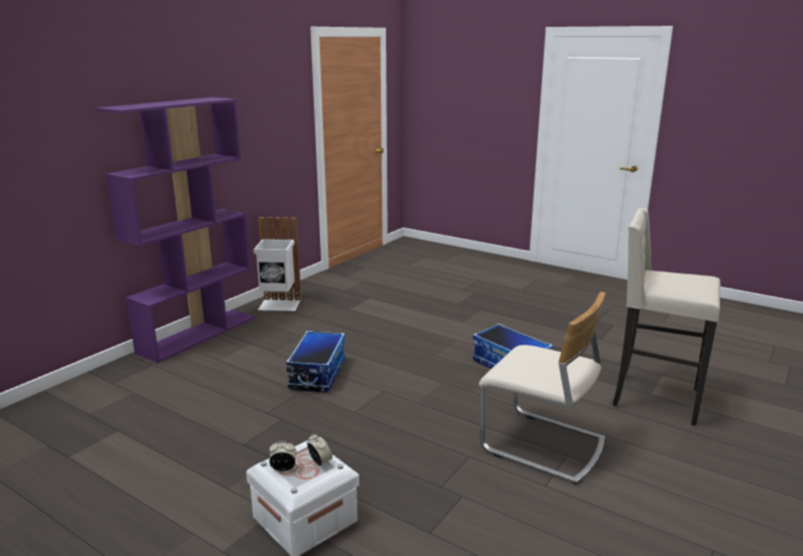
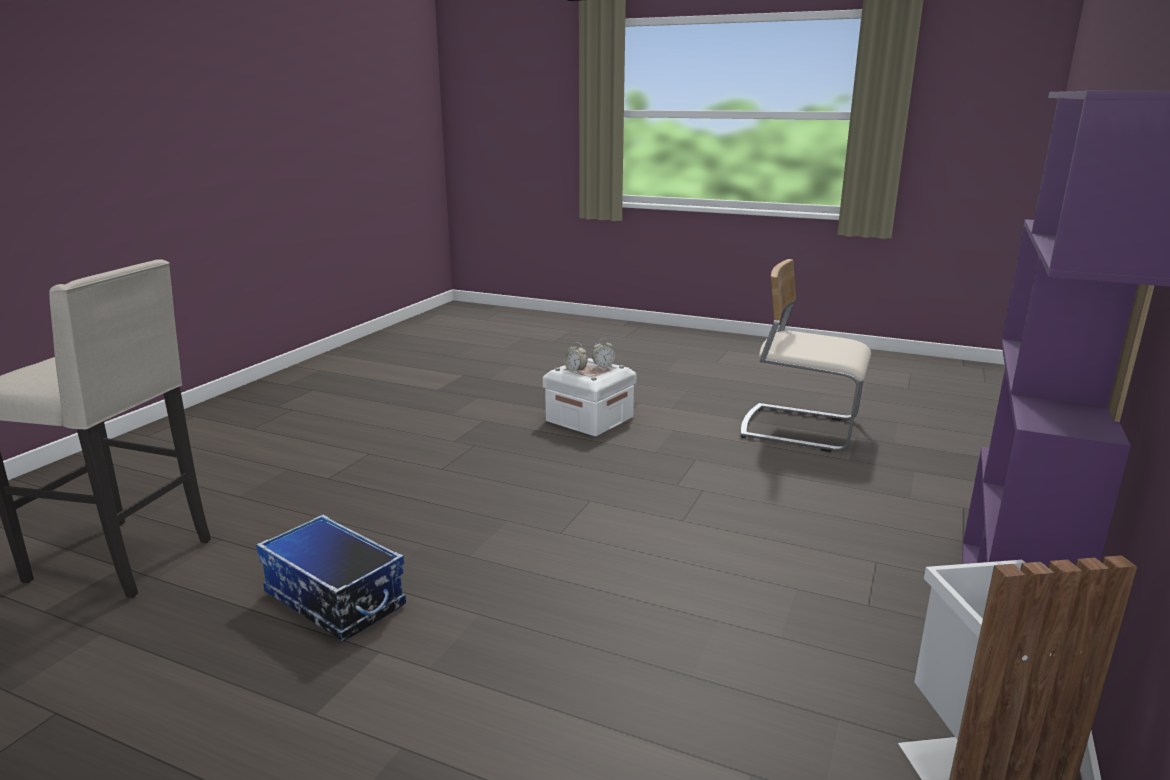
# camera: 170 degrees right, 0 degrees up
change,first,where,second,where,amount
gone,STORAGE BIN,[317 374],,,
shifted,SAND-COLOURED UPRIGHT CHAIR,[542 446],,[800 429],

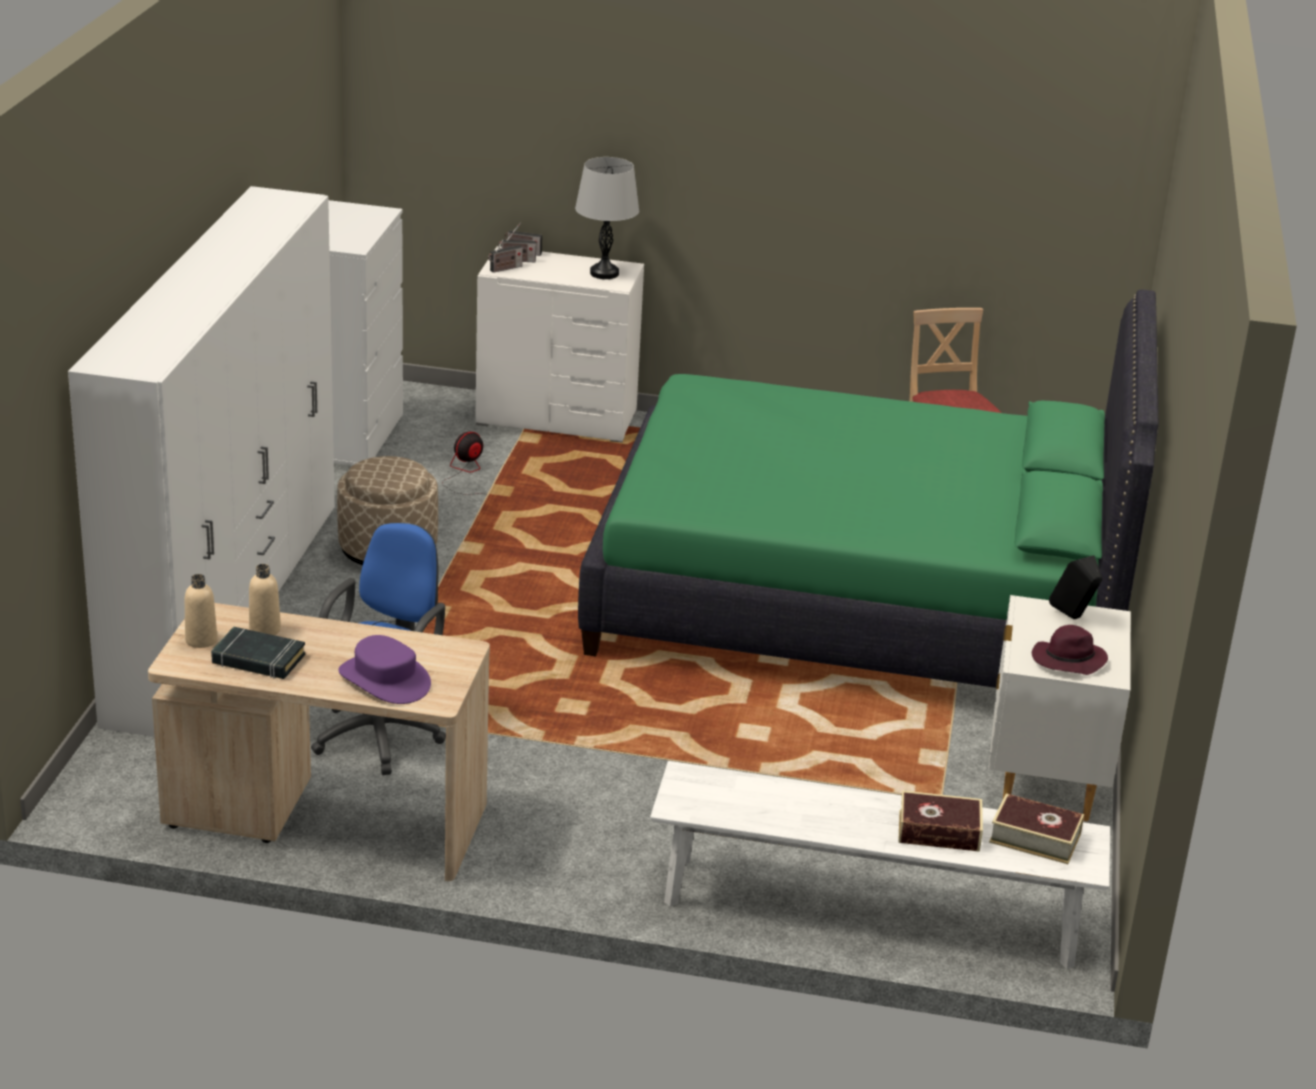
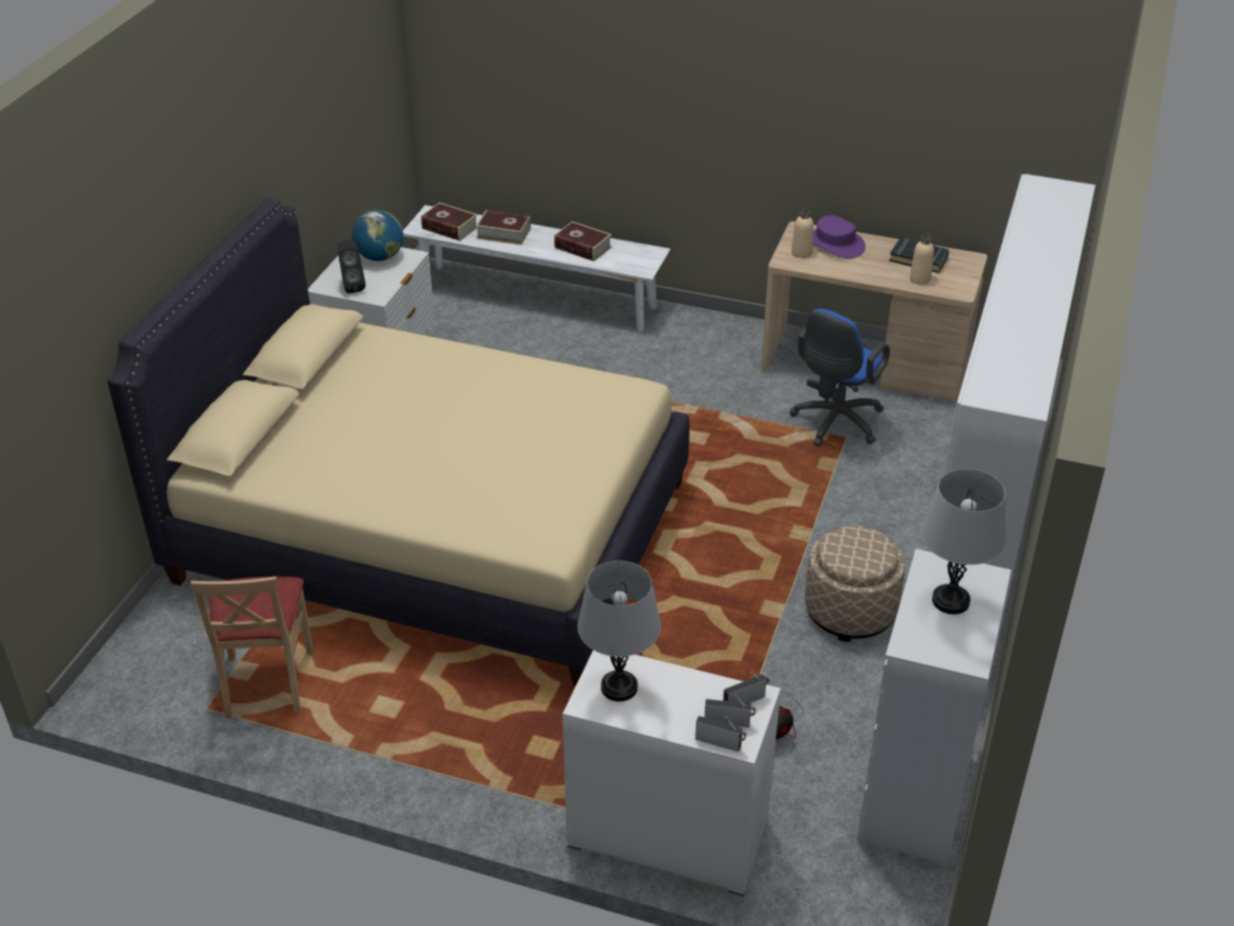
# camera: 170 degrees left, 10 degrees up
change,first,where,second,where,amount
new,,,BOOK,[582 247],
new,,,GREY TABLE LAMP,[950 601],
shifted,SAND-COLOURED BEVERAGE BOTTLE,[201 640],,[801 253],
swapped,PURPLE CLOTHING HAT,[1067 661],WORLD GLOBE,[380 257],
repainted,GREENISH BED,[858 601],SAND-COLOURED BED,[432 532],

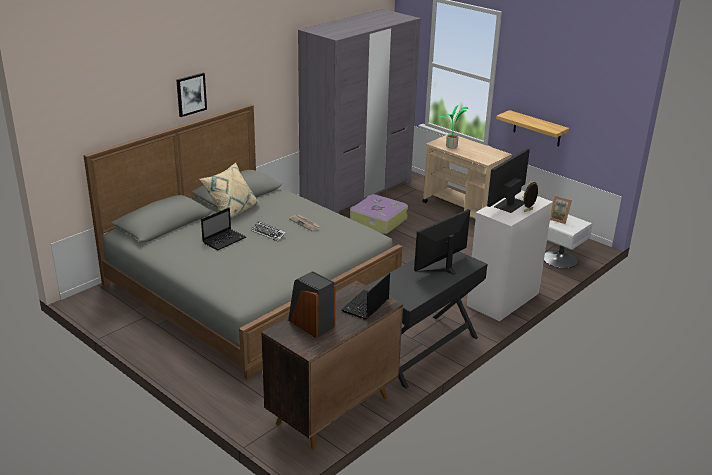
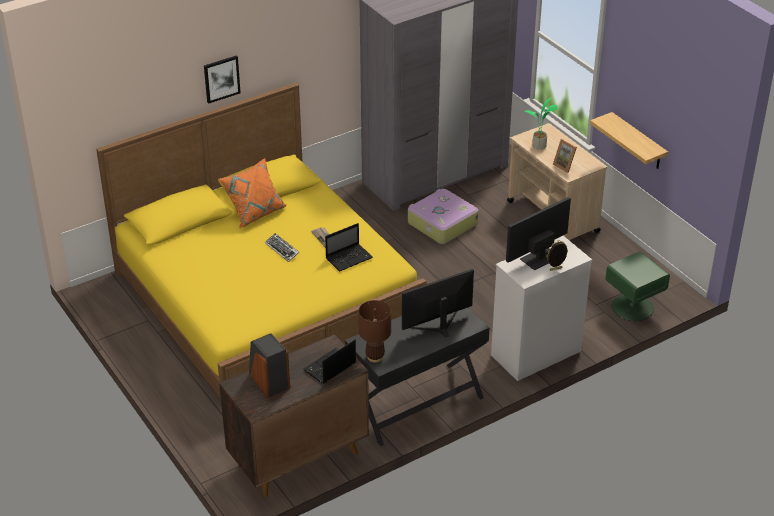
# camera: 15 degrees right, 10 degrees up
change,first,where,second,where,amount
new,,,BROWN TABLE LAMP,[375 357],
shifted,LAPTOP,[225 240],,[349 258],
shifted,STANDING FRAME,[559 219],,[565 165],
repainted,GREY BED,[250 287],YELLOW BED,[266 298],
repainted,SAND-COLOURED CUSHION,[232 211],ORANGE CUSHION,[255 212],
repainted,WHITE-COLOURED BEDSIDE TABLE,[560 259],GREENISH BEDSIDE TABLE,[633 307],

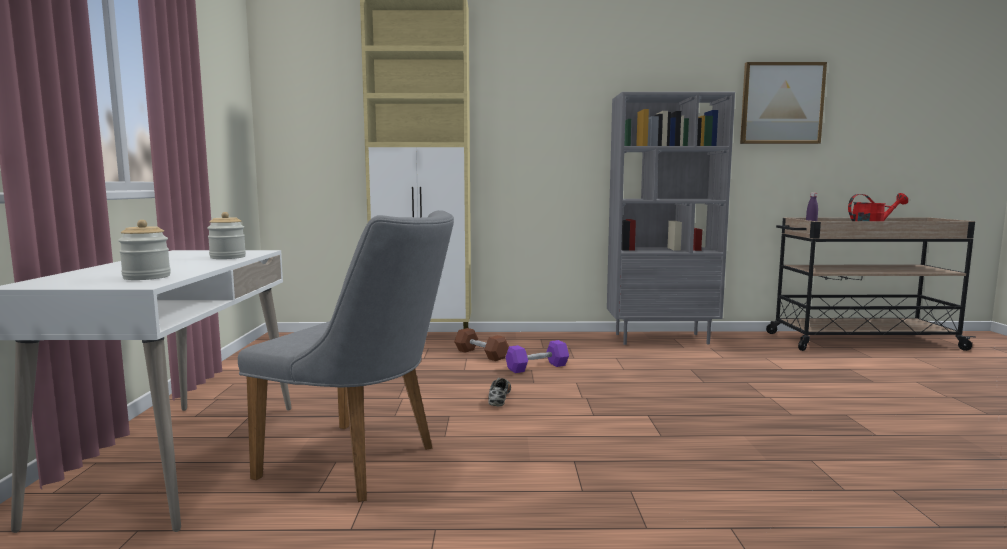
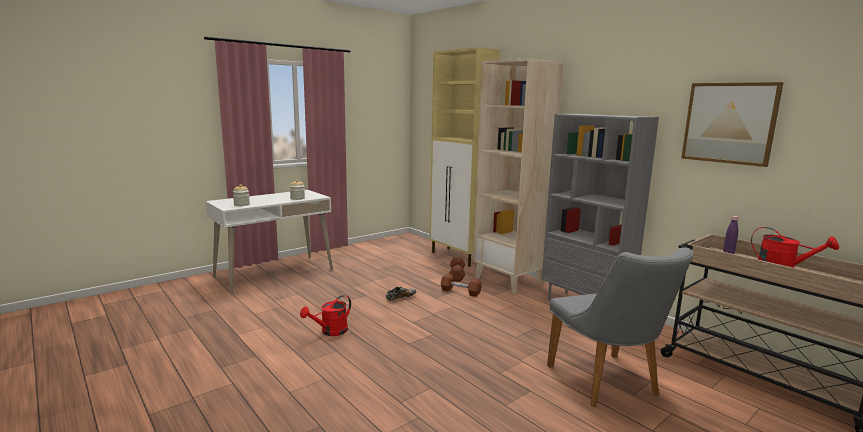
# camera: 50 degrees right, 5 degrees up
change,first,where,second,where,amount
new,,,RED SPRINKLING CAN,[330 332],
new,,,SAND-COLOURED BOOKCASE,[509 280],
shifted,GREY UPRIGHT CHAIR,[363 463],,[608 385],
repainted,PURPLE HAND WEIGHT,[537 367],BROWN HAND WEIGHT,[460 292],

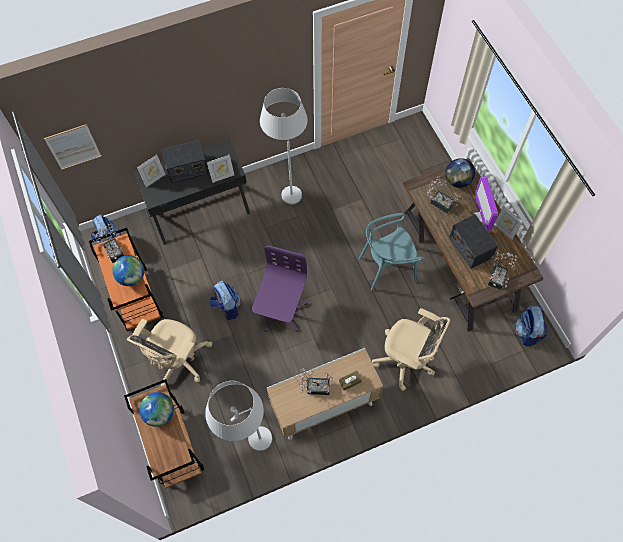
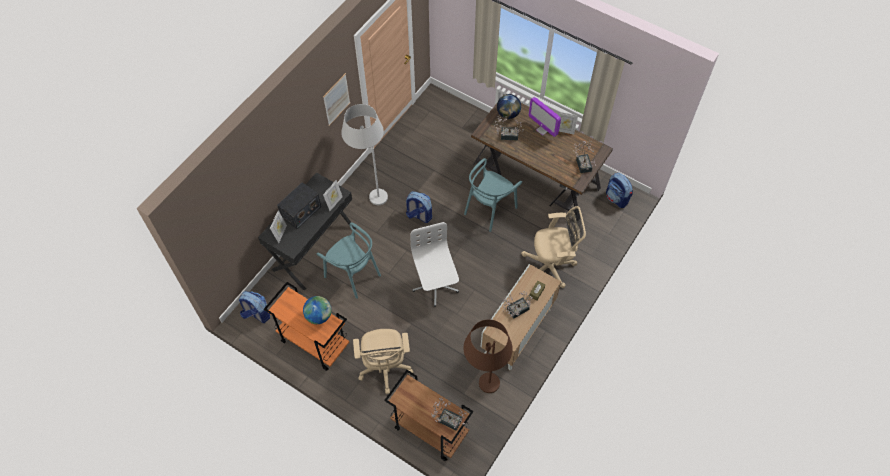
# camera: 35 degrees left, 5 degrees down
change,first,where,second,where,amount
gone,WORLD GLOBE,[160 413],,,
gone,RADIO SET,[470 247],,,
new,,,TURQUOISE-COLOURED UPRIGHT CHAIR,[353 274],
shifted,WALL PICTURE,[73 147],,[336 99],
shifted,HOUSEPLANT,[113 249],,[447 419],
shifted,BACKPACK,[227 307],,[419 215],
repainted,WHITE-COLOURED FLOOR LAMP,[247 444],BROWN FLOOR LAMP,[483 392],
repainted,PURPLE DESK CHAIR,[280 311],WHITE-COLOURED DESK CHAIR,[435 285],

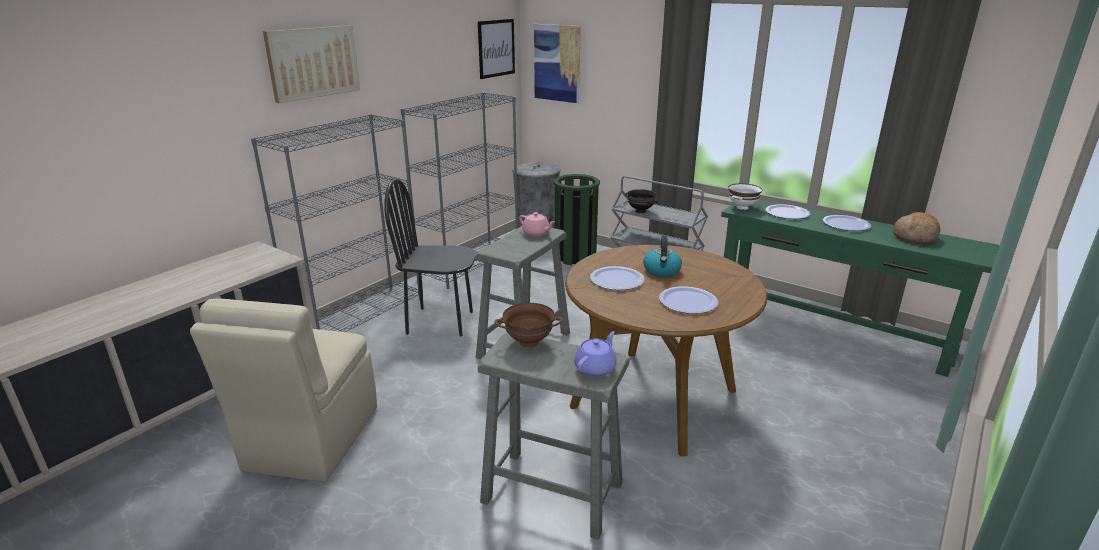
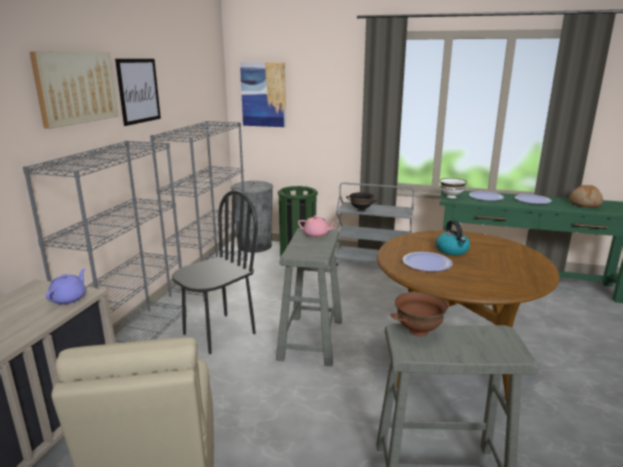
# camera: 20 degrees left, 5 degrees down
change,first,where,second,where,amount
gone,FLAT DISH,[688 302],,,
shifted,WALL PICTURE,[496 48],,[138 91],
shifted,PURPLE POT FOR TEA,[595 368],,[69 298],
rotated,BLACK-COLOURED UPRIGHT CHAIR,[440 322],,[219 333],150 degrees clockwise

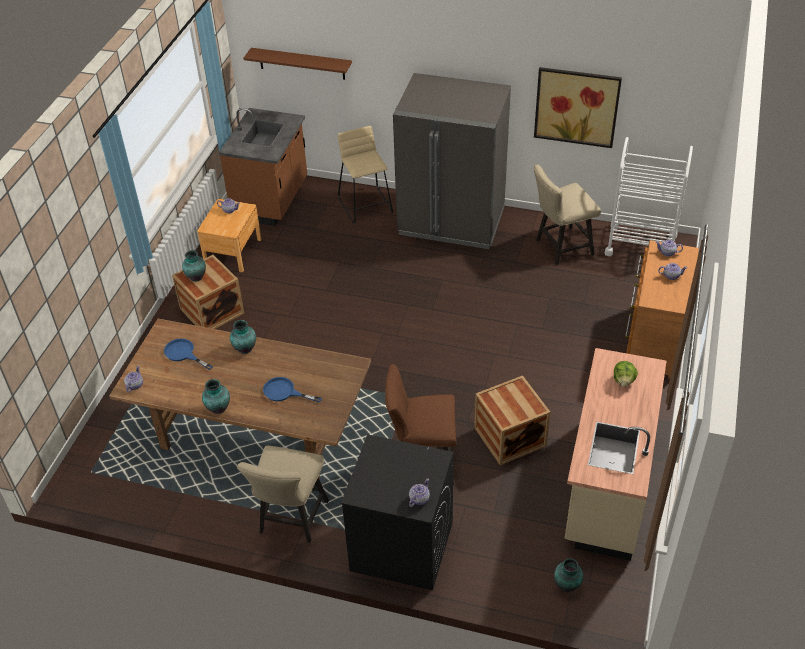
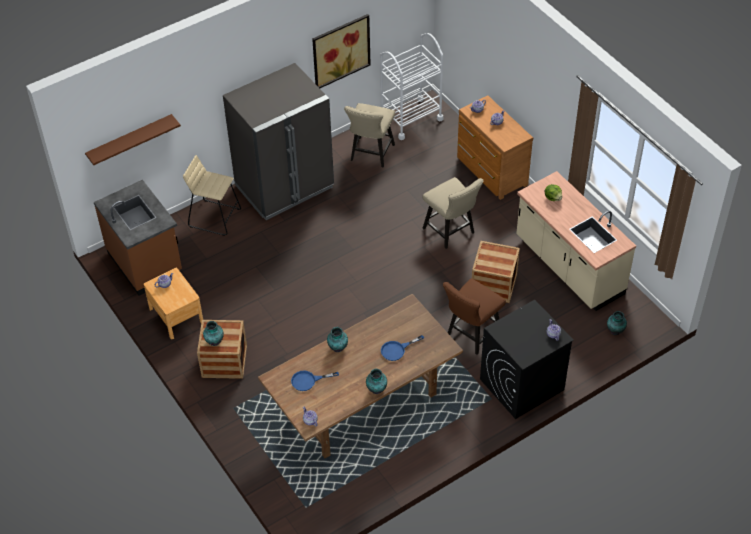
# camera: 50 degrees left, 5 degrees up
change,first,where,second,where,amount
shifted,SAND-COLOURED UPRIGHT CHAIR,[291 521],,[451 232],

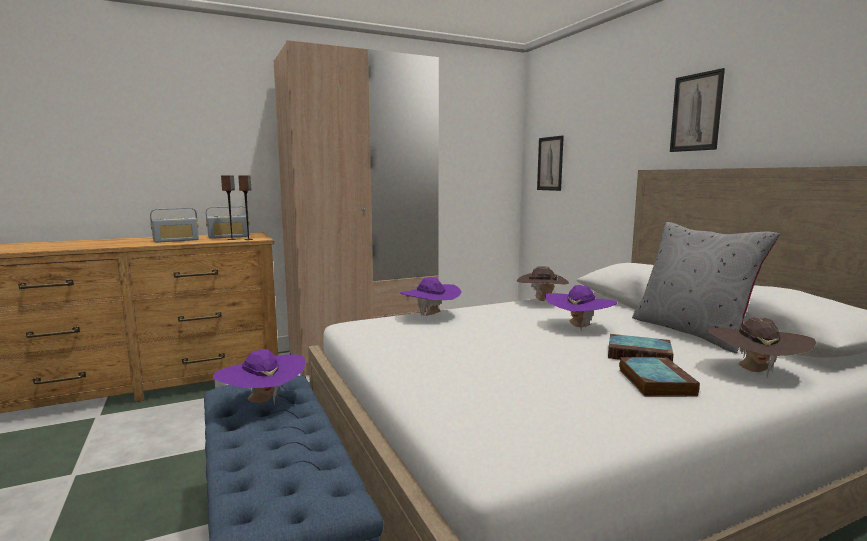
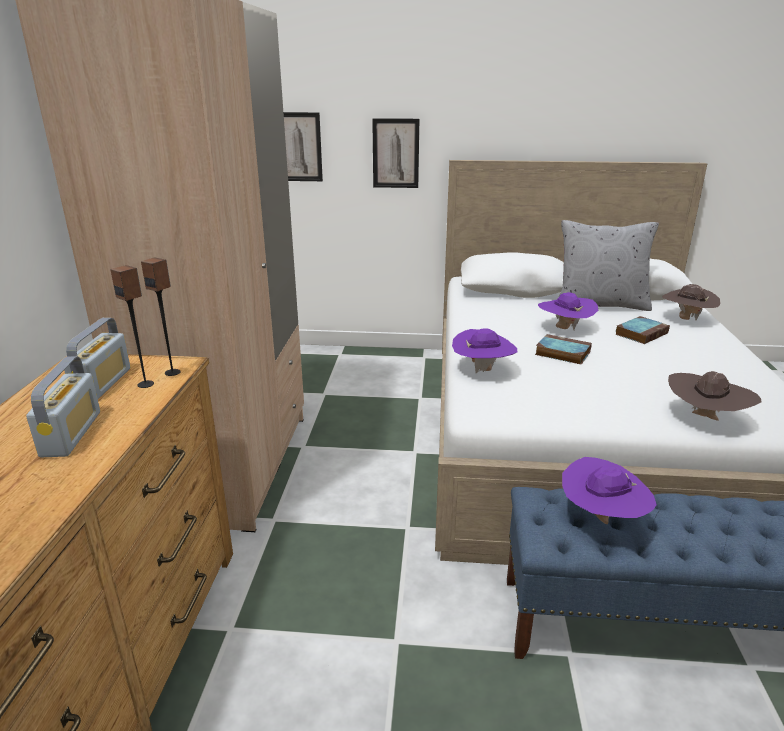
# camera: 60 degrees left, 15 degrees up
change,first,where,second,where,amount
shifted,BROWN CLOTHING HAT,[541 301],,[704 419],
shifted,BOOK,[654 381],,[561 353],
shifted,WALL PICTURE,[696 112],,[395 153],

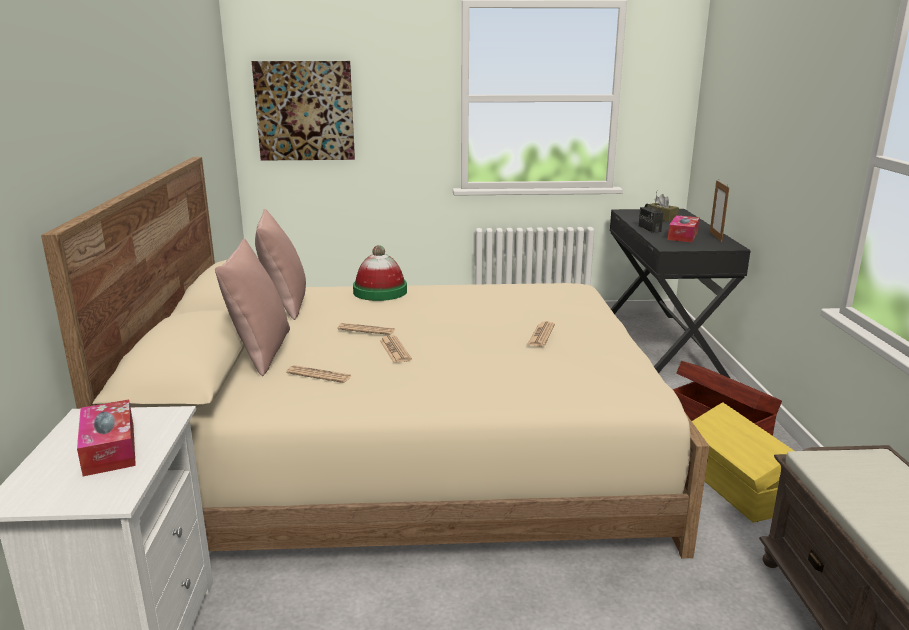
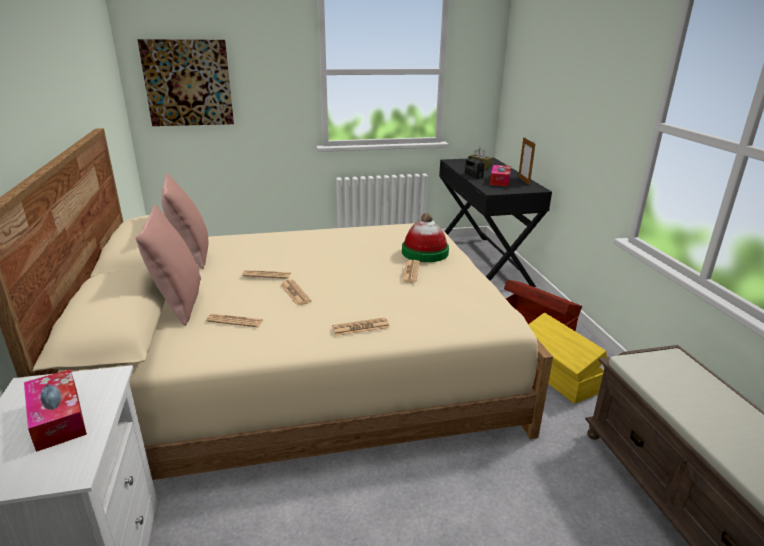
# camera: 10 degrees left, 5 degrees up
change,first,where,second,where,amount
new,,,DAILY PAPER,[360 327],
shifted,CLOTHING HAT,[380 291],,[425 252],

